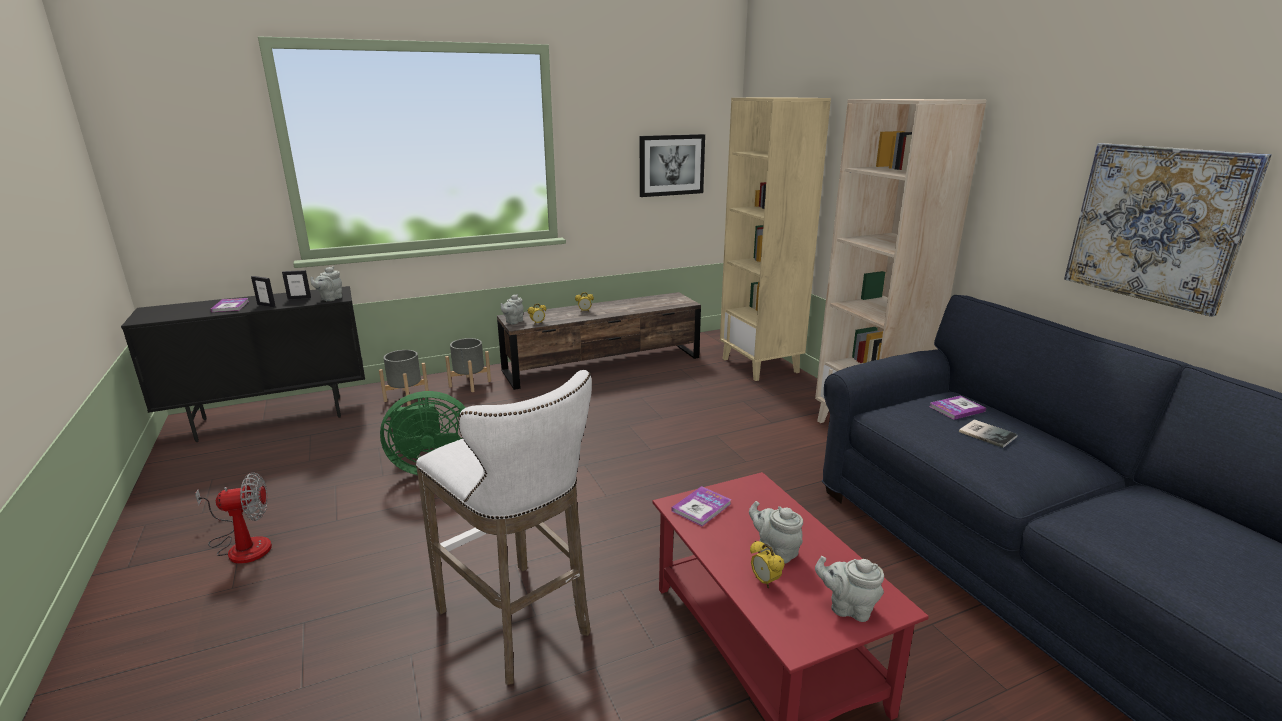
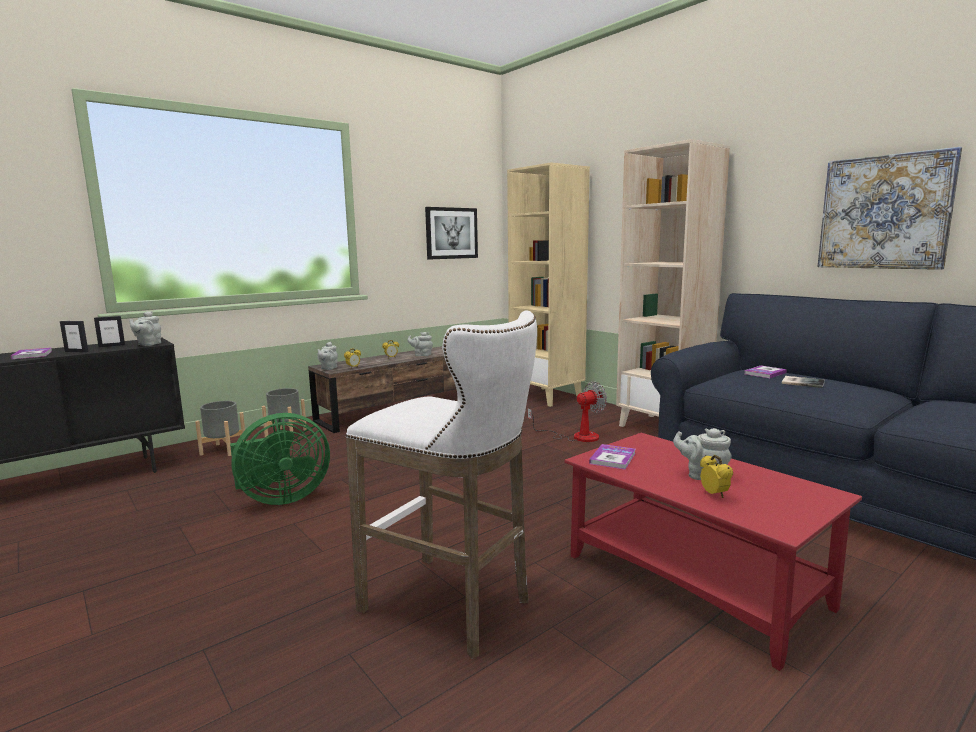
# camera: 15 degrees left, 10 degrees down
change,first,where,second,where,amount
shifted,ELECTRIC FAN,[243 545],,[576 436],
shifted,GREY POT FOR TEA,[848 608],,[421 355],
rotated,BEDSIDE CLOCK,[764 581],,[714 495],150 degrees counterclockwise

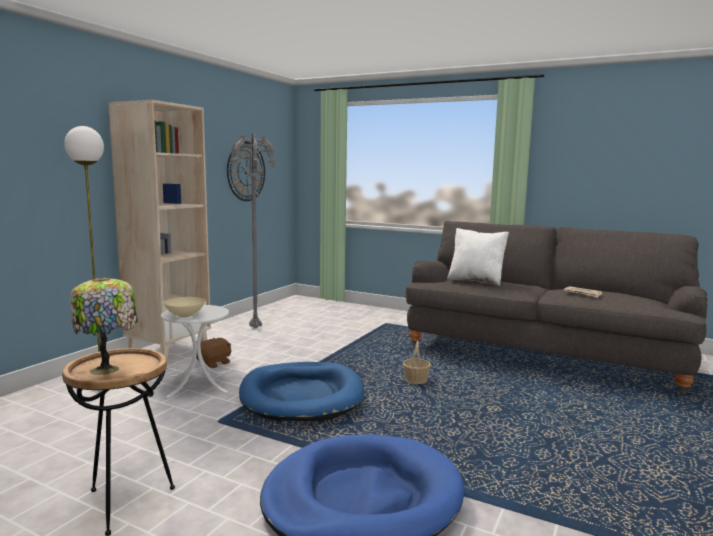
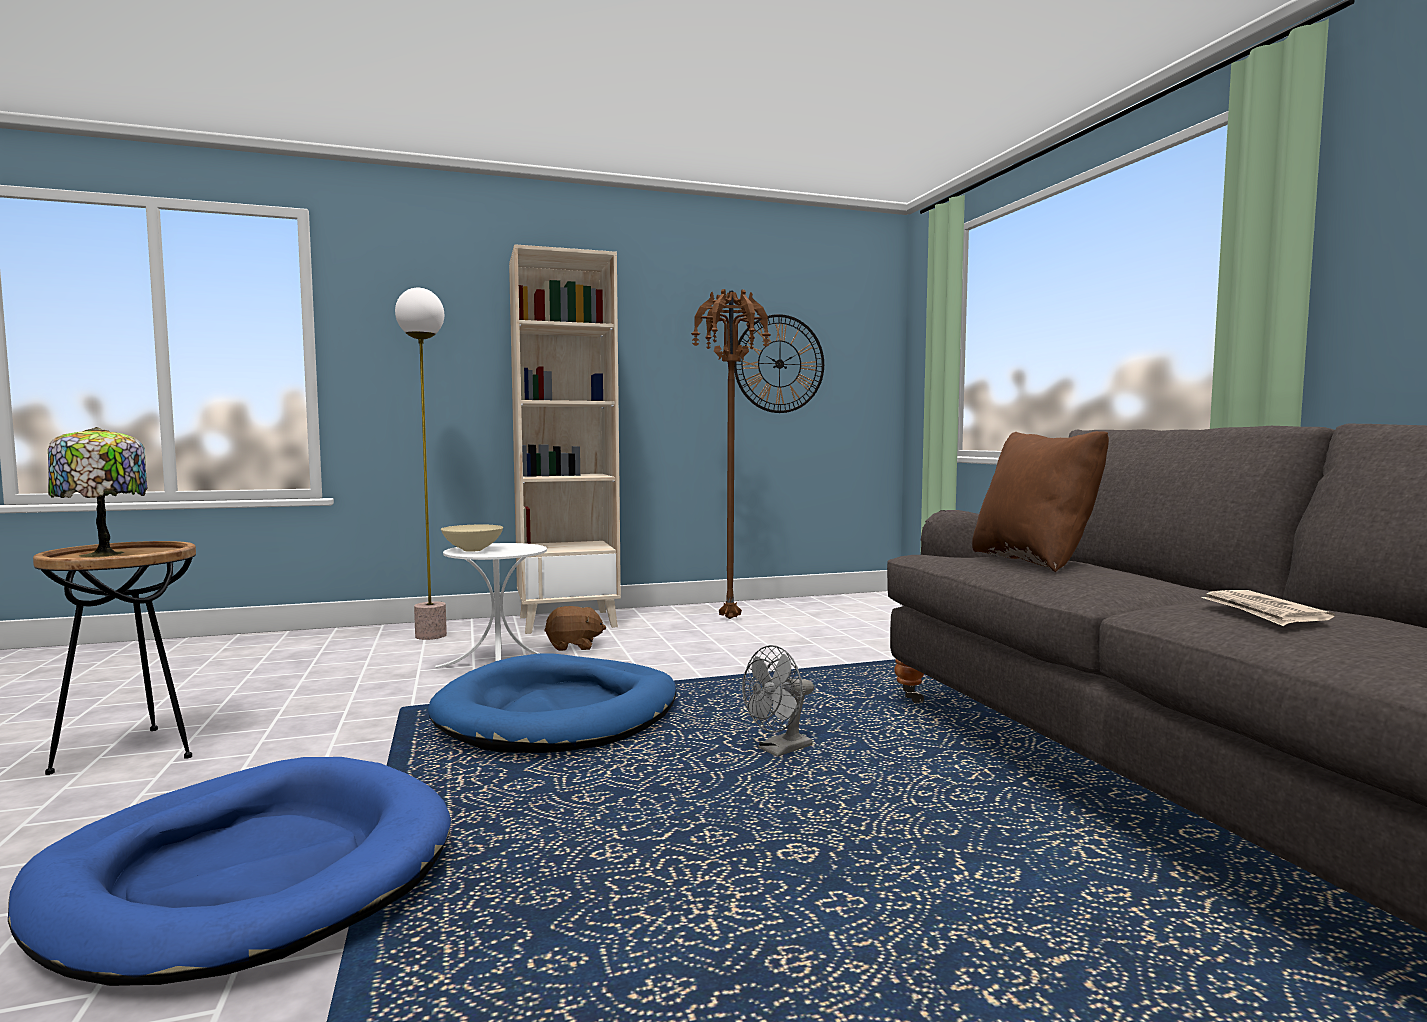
# camera: 45 degrees right, 5 degrees down
change,first,where,second,where,amount
swapped,STORAGE BASKET,[416 380],GREY ELECTRIC FAN,[779 750],
repainted,GREY FLOOR LAMP,[256 328],BROWN FLOOR LAMP,[731 619],
repainted,WHITE-COLOURED CUSHION,[476 281],BROWN CUSHION,[1033 561],

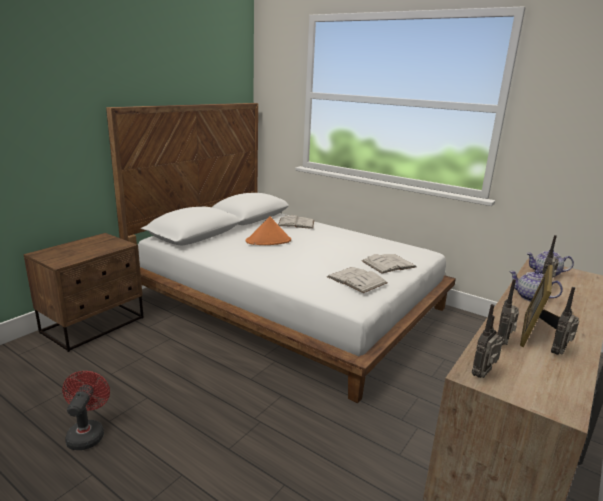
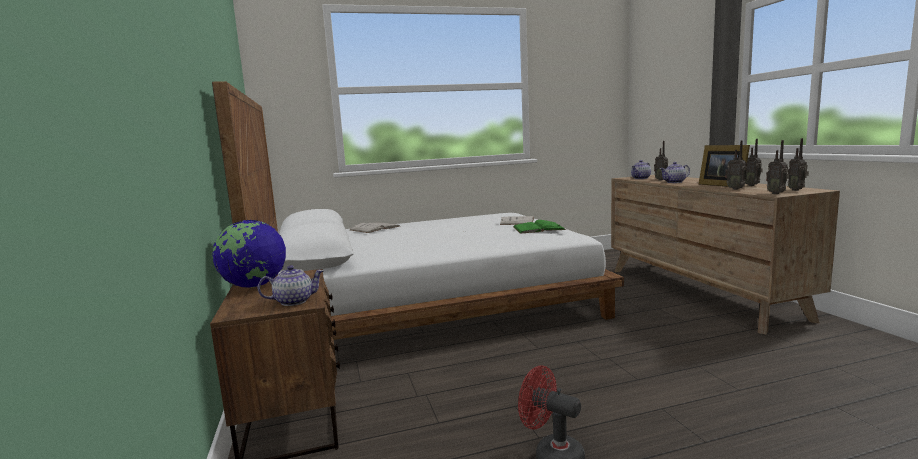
# camera: 50 degrees left, 10 degrees down
change,first,where,second,where,amount
gone,ORANGE CLOTHING HAT,[268 241],,,
new,,,WORLD GLOBE,[254 286],
new,,,POT FOR TEA,[294 301],
new,,,RADIO SET,[797 190],
repainted,WHITE-COLOURED BOOK,[356 280],GREENISH BOOK,[538 228],

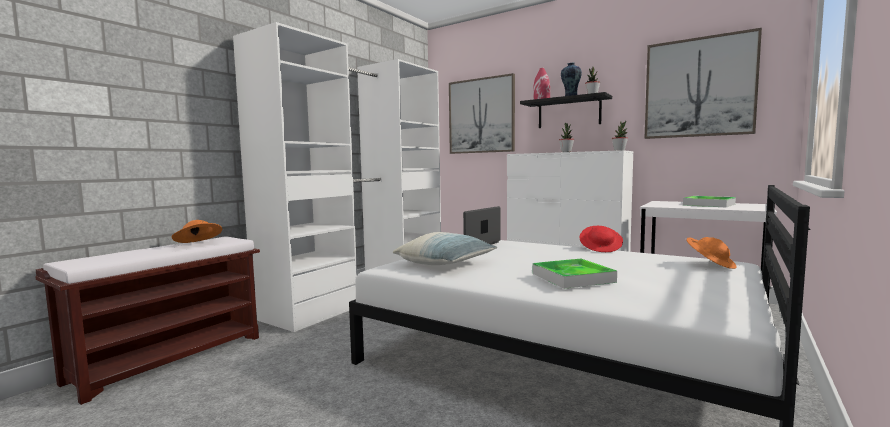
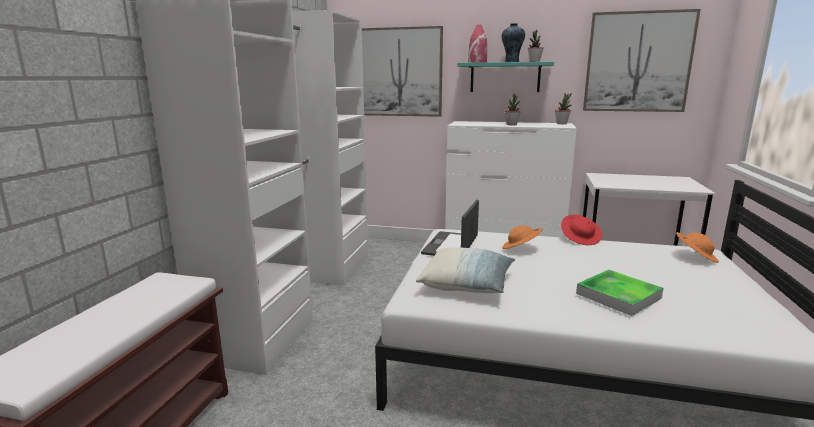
# camera: 20 degrees left, 10 degrees up
change,first,where,second,where,amount
gone,SERVING TRAY,[709 204],,,
shifted,ORANGE CLOTHING HAT,[198 244],,[521 248],
repainted,BLACK-COLOURED SHELF,[569 113],TURQUOISE-COLOURED SHELF,[505 77],

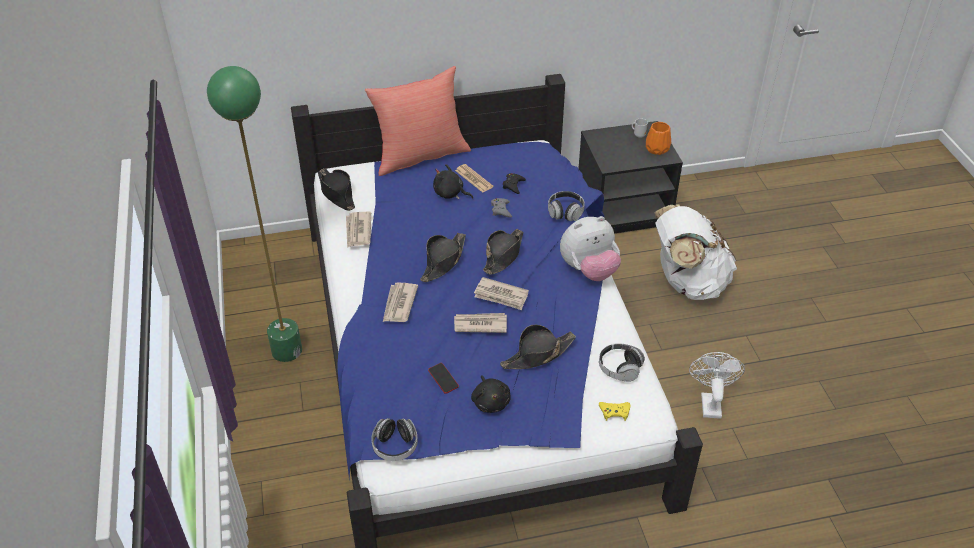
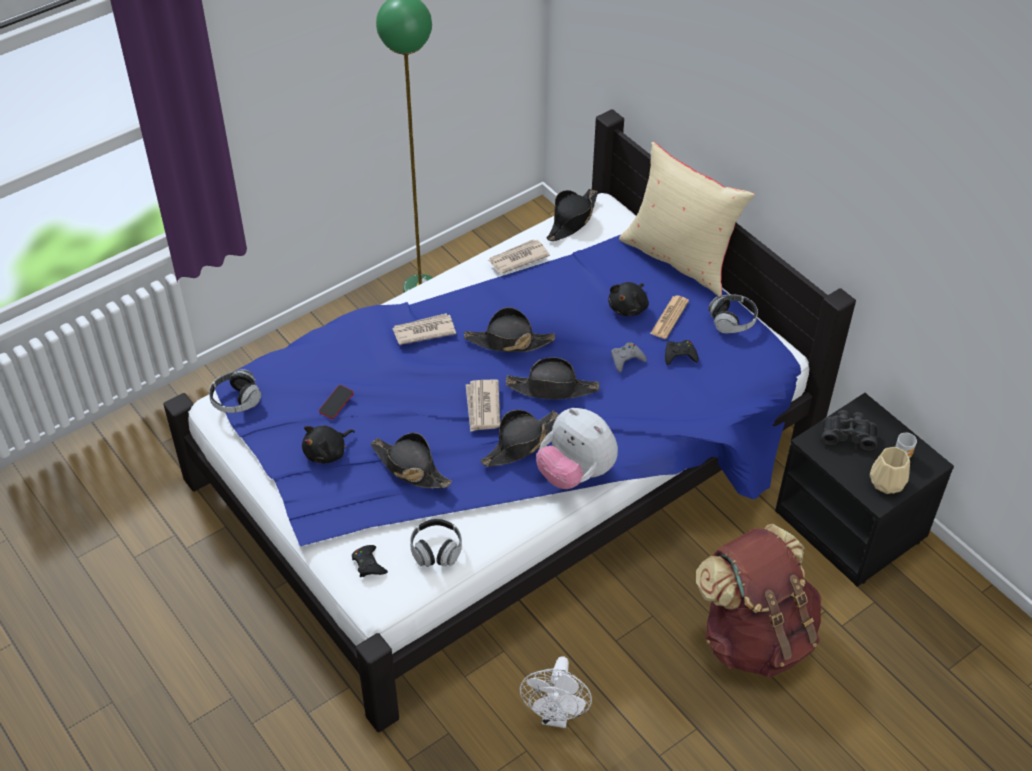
# camera: 65 degrees right, 5 degrees up
change,first,where,second,where,amount
gone,DAILY PAPER,[480 324],,,
new,,,BLACK-COLOURED CLOTHING HAT,[520 444],
new,,,BLACK-COLOURED PAIR OF BINOCULARS,[848 434],
shifted,HEADPHONES,[565 212],,[732 321],
repainted,RED CUSHION,[420 155],SAND-COLOURED CUSHION,[679 258],
repainted,YELLOW JOYPAD,[614 412],BLACK-COLOURED JOYPAD,[368 564],
repainted,ORANGE DECORATIVE VASE,[657 149],SAND-COLOURED DECORATIVE VASE,[886 482],
repainted,WHITE-COLOURED BACKPACK,[687 282],BROWN BACKPACK,[755 636],
rotated,BLACK-COLOURED PLUSH TOY,[450 194],,[629 307],150 degrees counterclockwise
rotated,WHITE-COLOURED ELECTRIC FAN,[710 402],,[556 715],120 degrees clockwise

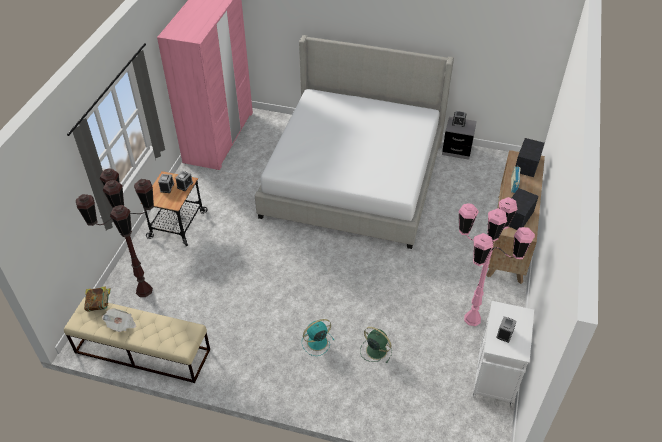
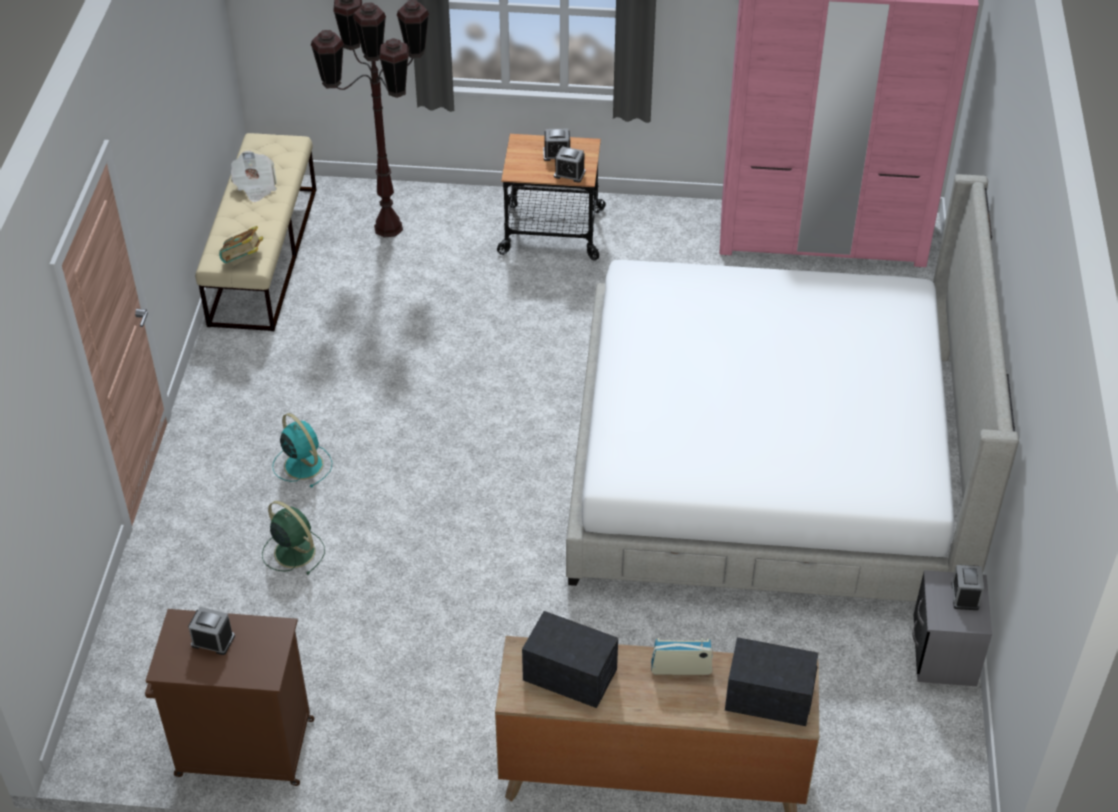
# camera: 80 degrees right, 0 degrees up
change,first,where,second,where,amount
gone,PINK-COLOURED FLOOR LAMP,[472 319],,,
shifted,BOOK,[100 305],,[243 260],
repainted,WHITE-COLOURED CUPBOARD,[495 378],BROWN CUPBOARD,[242 748],
rotated,GREENISH ELECTRIC FAN,[375 350],,[293 551],75 degrees counterclockwise

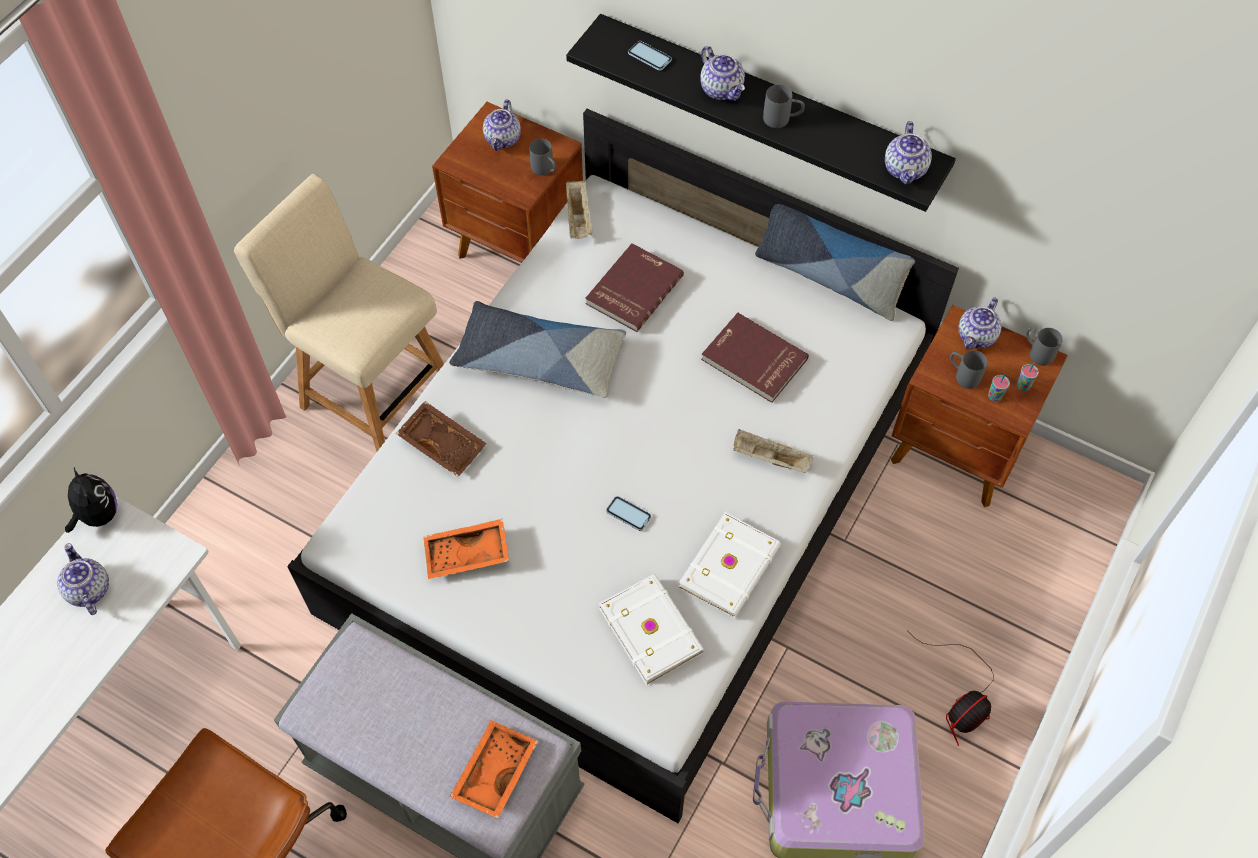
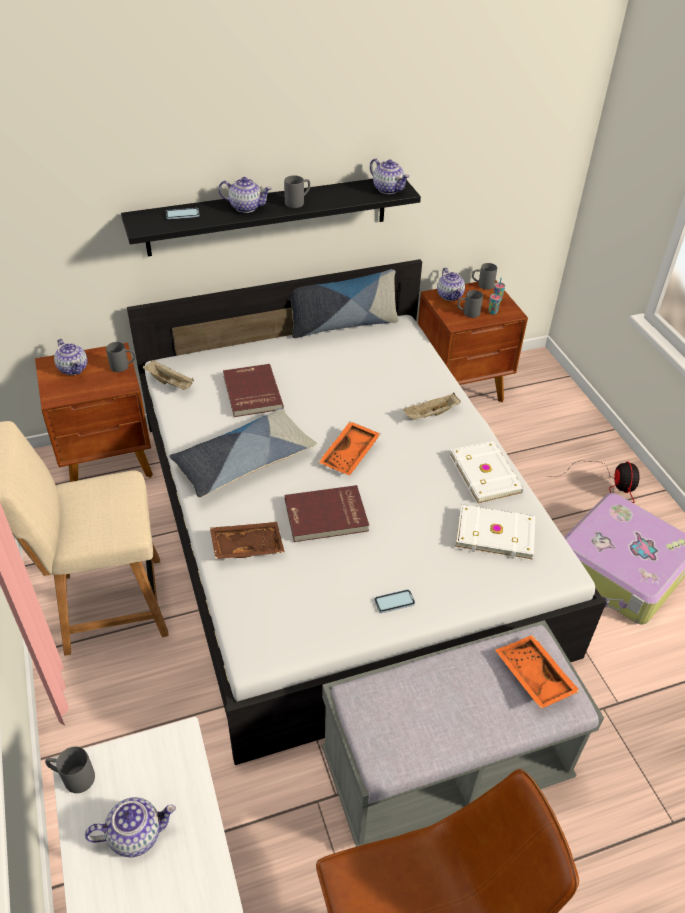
# camera: 50 degrees left, 15 degrees down
change,first,where,second,where,amount
shifted,ORANGE SERVING TRAY,[467 555],,[350 455],
shifted,PHONE,[628 514],,[394 602],
shifted,RED BOOK,[753 360],,[326 516],
swapped,PLUSH TOY,[98 515],GREY TEA MUG,[72 777],
rotated,POT FOR TEA,[88 589],,[136 834],150 degrees clockwise

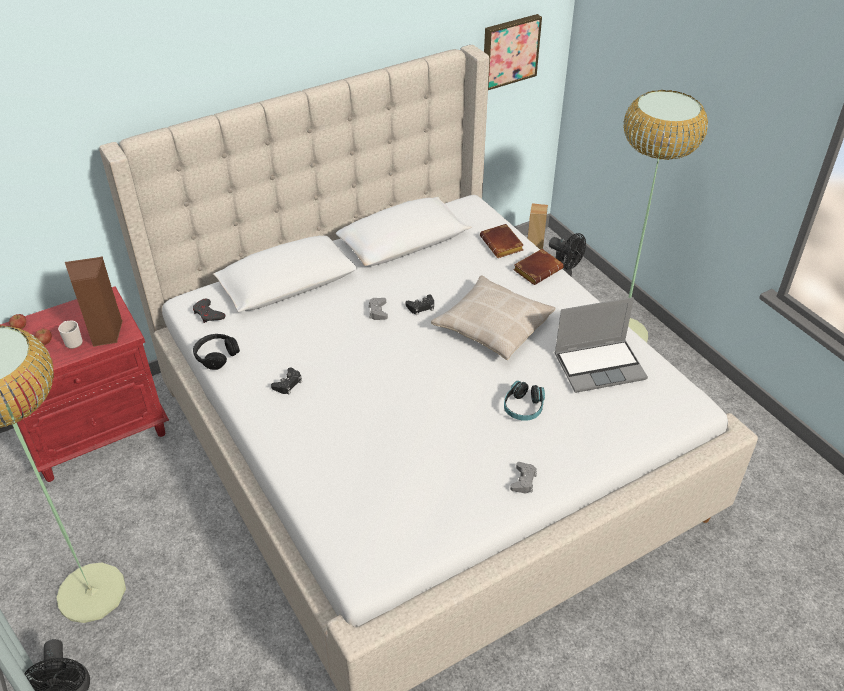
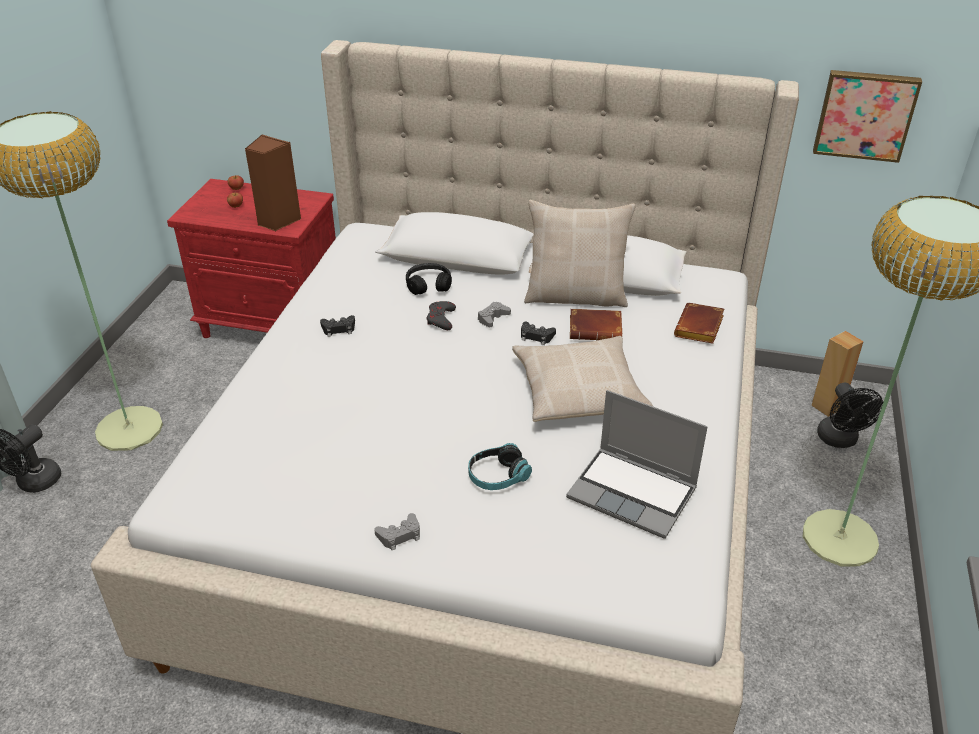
# camera: 45 degrees right, 5 degrees down
change,first,where,second,where,amount
gone,TEA MUG,[73 341],,,
new,,,SAND-COLOURED CUSHION,[576 296],
shifted,GREY JOYPAD,[208 314],,[441 319],
shifted,BLACK-COLOURED HEADPHONES,[216 356],,[428 285],
shifted,BROWN BOOK,[537 269],,[596 329],

